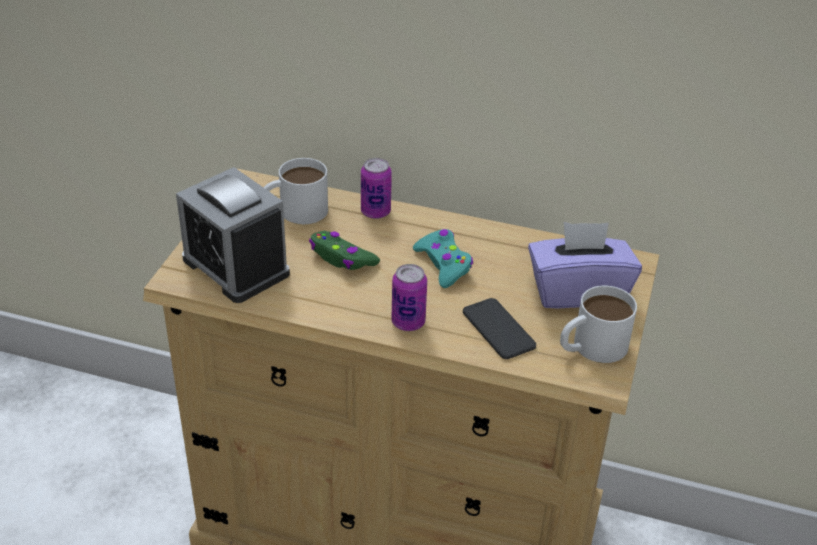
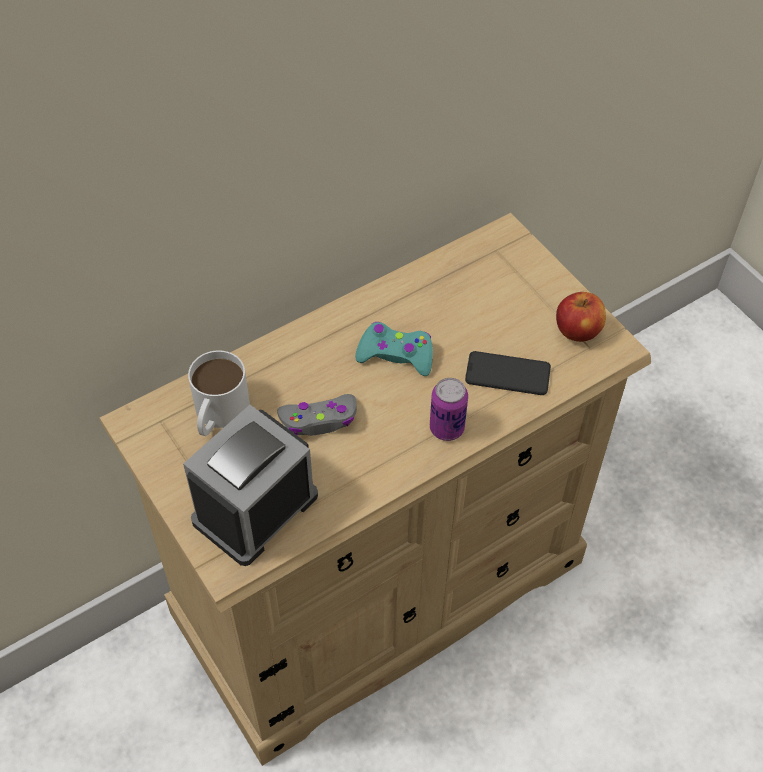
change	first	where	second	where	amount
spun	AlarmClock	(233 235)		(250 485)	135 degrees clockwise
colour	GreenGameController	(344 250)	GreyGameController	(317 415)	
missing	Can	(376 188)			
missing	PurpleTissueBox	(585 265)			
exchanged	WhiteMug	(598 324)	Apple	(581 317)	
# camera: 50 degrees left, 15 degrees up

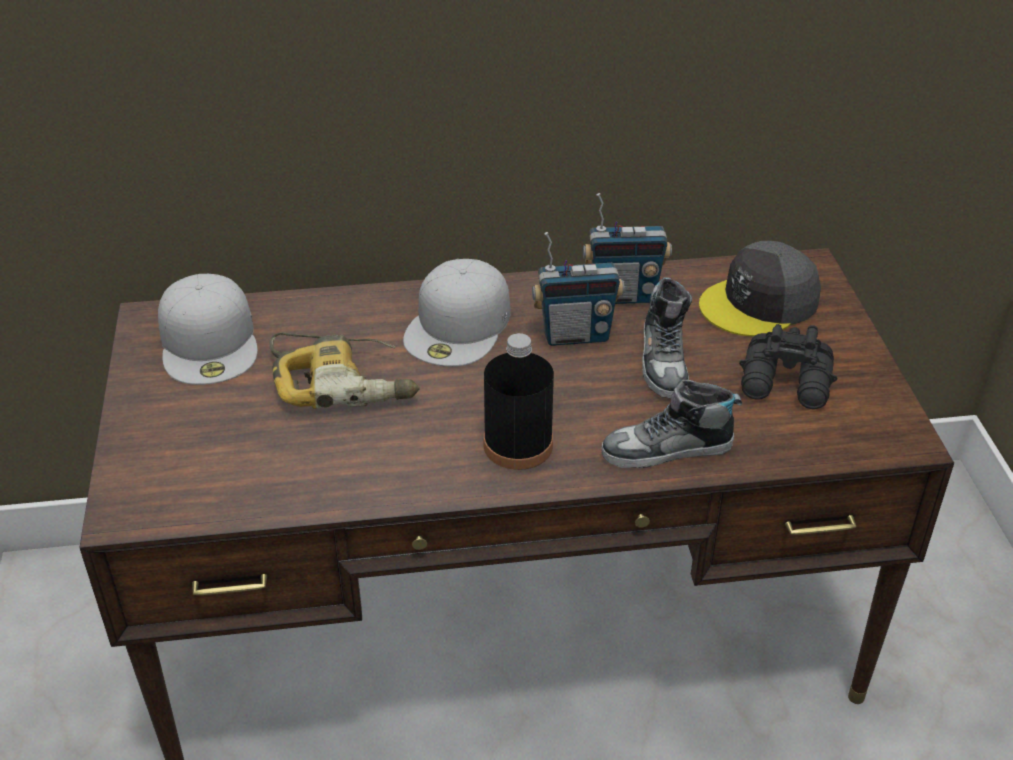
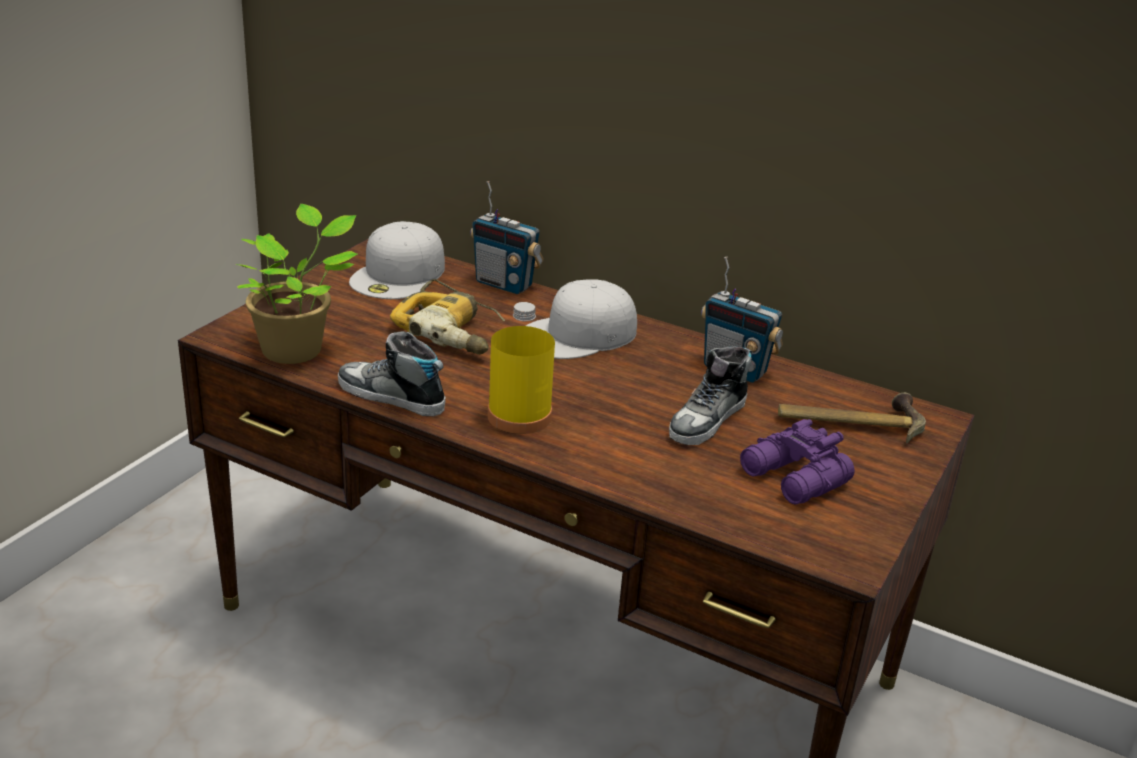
change	first	where	second	where	amount
colour	BlackBottle	(519 401)	YellowBottle	(521 368)	
relocated	Radio	(578 289)		(507 237)	
relocated	Shoe	(671 423)		(391 373)	
exchanged	GreyCap	(760 289)	Hammer	(852 417)	
colour	BlackBinoculars	(788 366)	PurpleBinoculars	(797 461)	
appeared			PottedPlant	(296 284)	
# camera: 35 degrees right, 10 degrees down

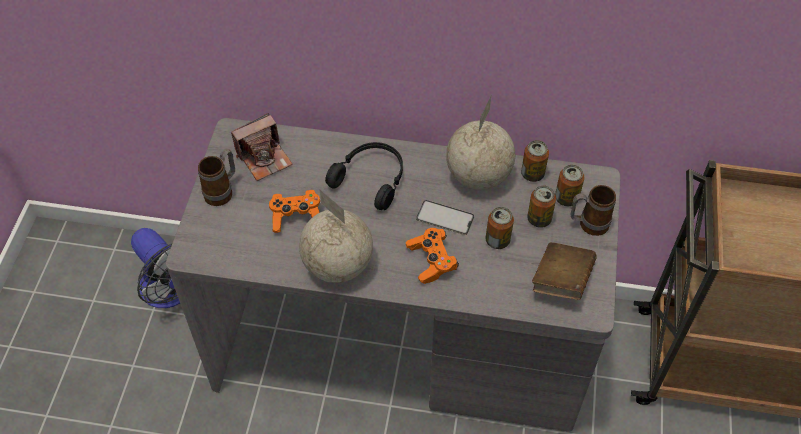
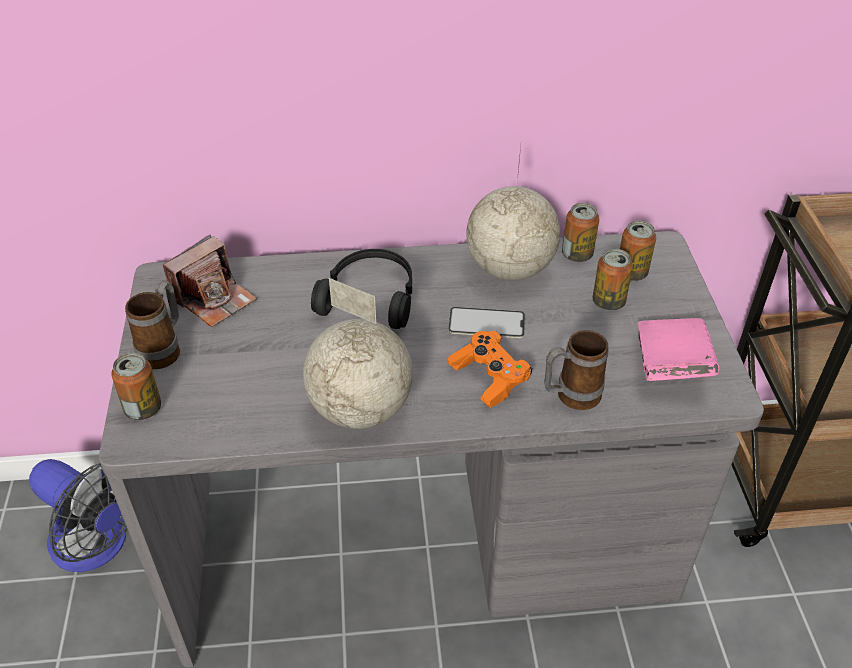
change	first	where	second	where	amount
missing	OrangeGameController	(294 211)			
relocated	Can	(499 228)		(136 386)	
colour	BrownBook	(564 271)	PinkBook	(678 349)	
relocated	Mug	(593 210)		(576 370)	
# camera: 15 degrees left, 10 degrees down

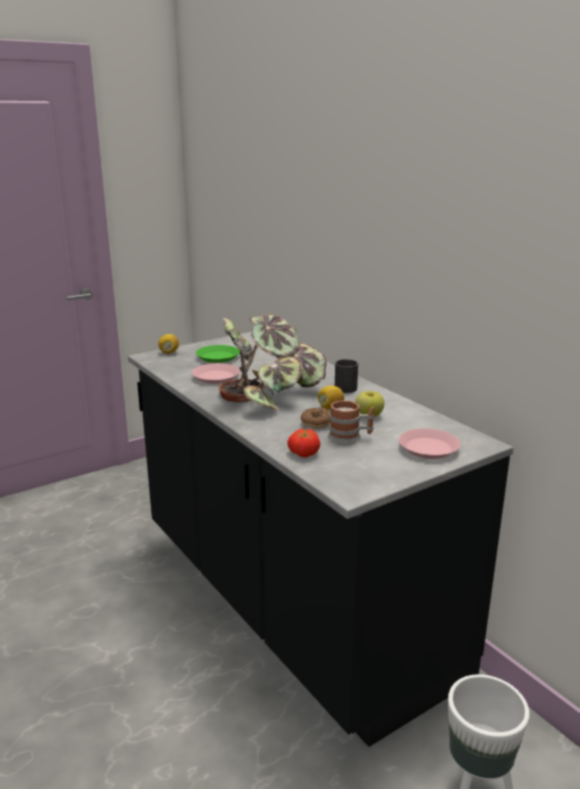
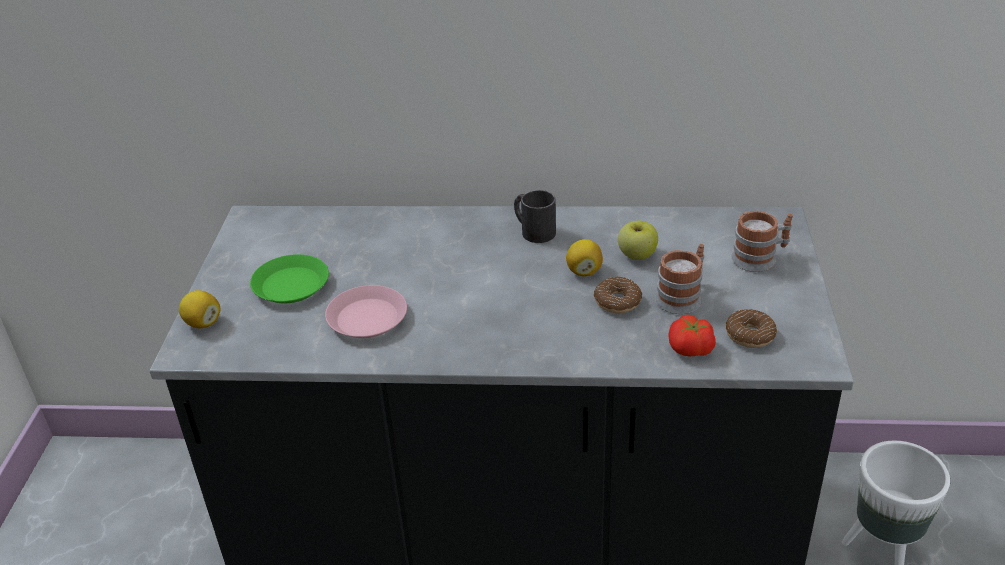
change	first	where	second	where	amount
missing	PottedPlant	(272 362)			
exchanged	PinkPlate	(429 443)	Mug	(762 241)	
appeared			Donut	(751 328)	
# camera: 50 degrees left, 15 degrees up

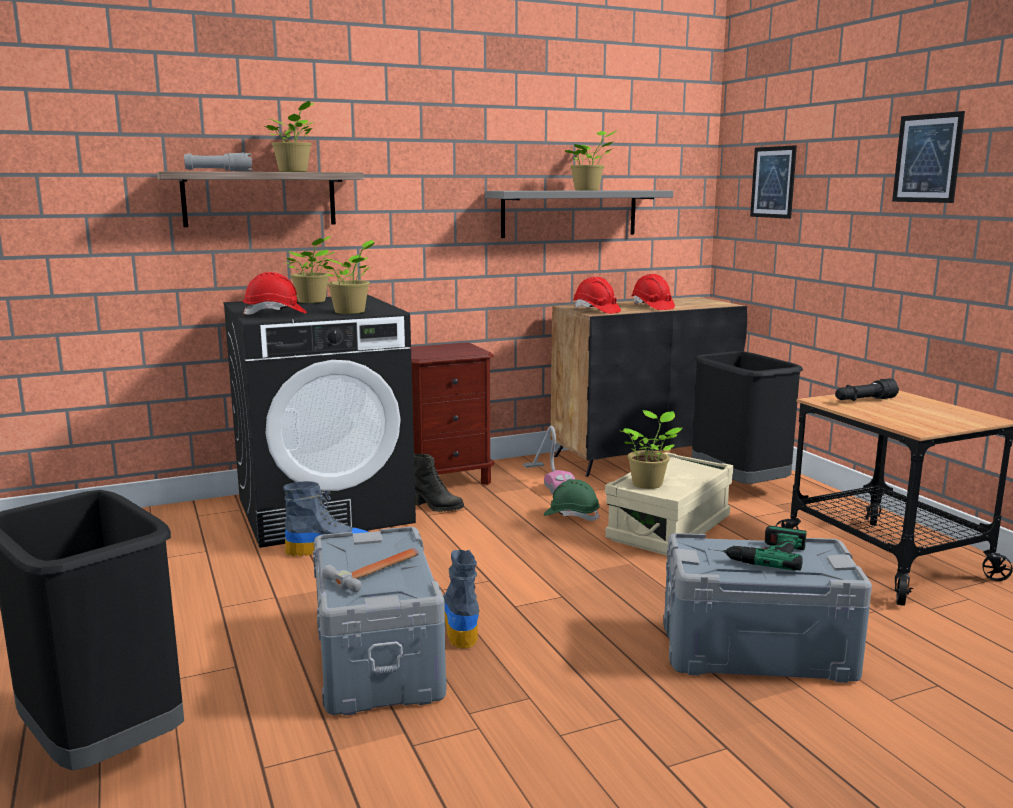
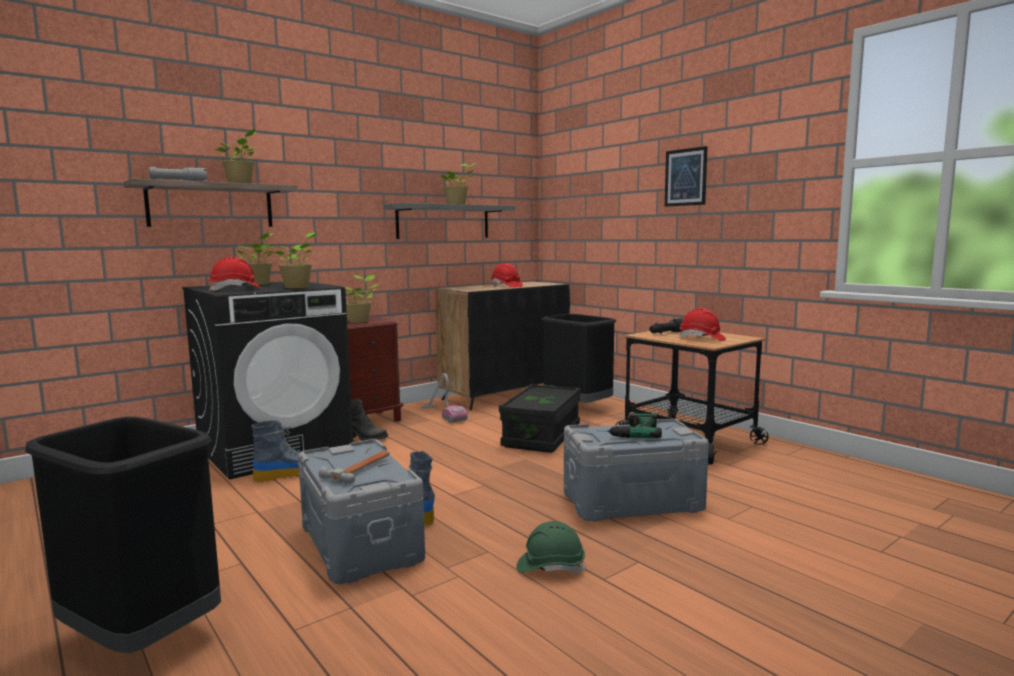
change	first	where	second	where	amount
relocated	GreenHardHat	(572 500)		(551 547)	
relocated	RedHardHat	(597 295)		(702 324)	
colour	BeigeStorageBox	(669 504)	BlackStorageBox	(539 418)	
relocated	PottedPlant	(651 449)		(361 299)	
missing	Picture	(773 182)			
# camera: 15 degrees left, 5 degrees down

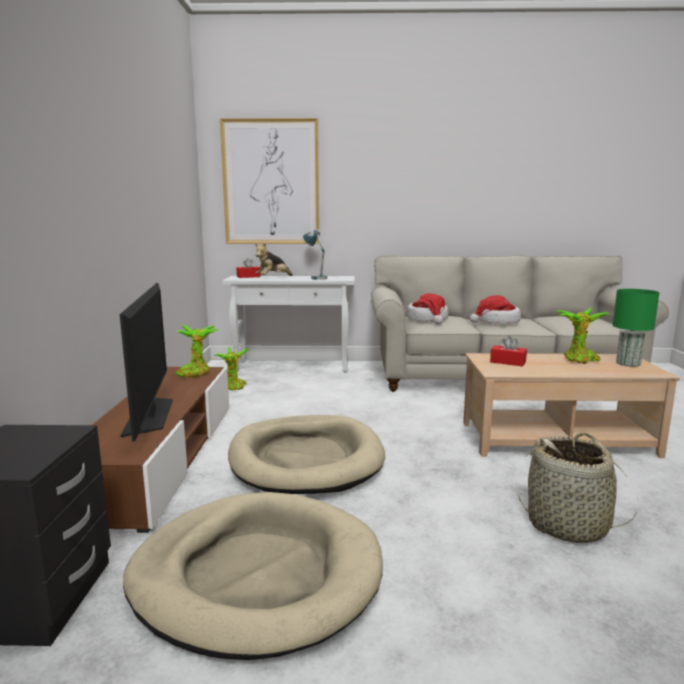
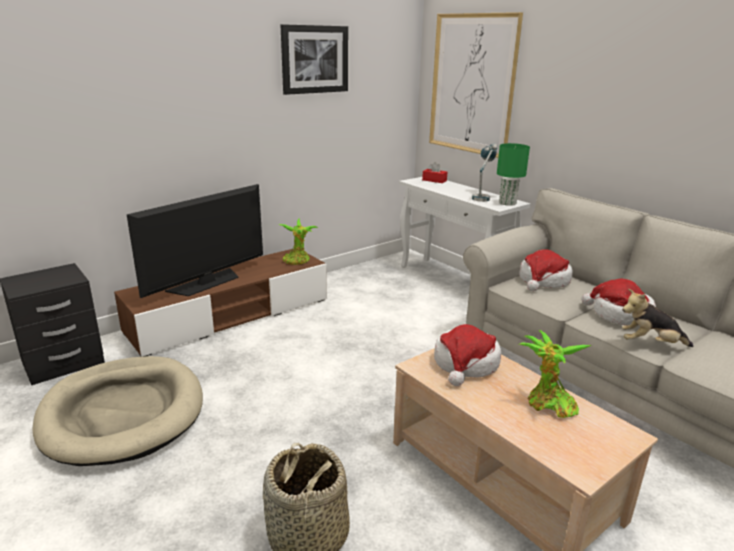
change	first	where	second	where	amount
missing	PottedPlant	(232 368)			
missing	BeigeDogBed	(306 454)			
relocated	PlushToy	(274 259)		(657 318)	
exchanged	RedTissueBox	(508 351)	Hat	(467 355)	
relocated	GreenTableLamp	(636 328)		(513 174)	
appeared			Picture	(314 59)	
# camera: 50 degrees right, 10 degrees up

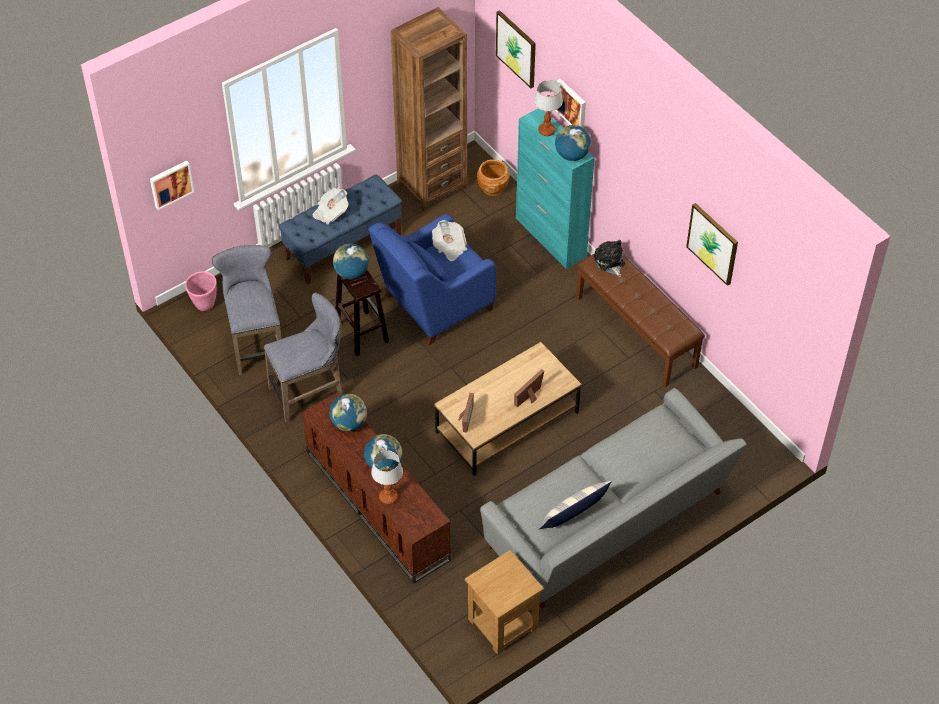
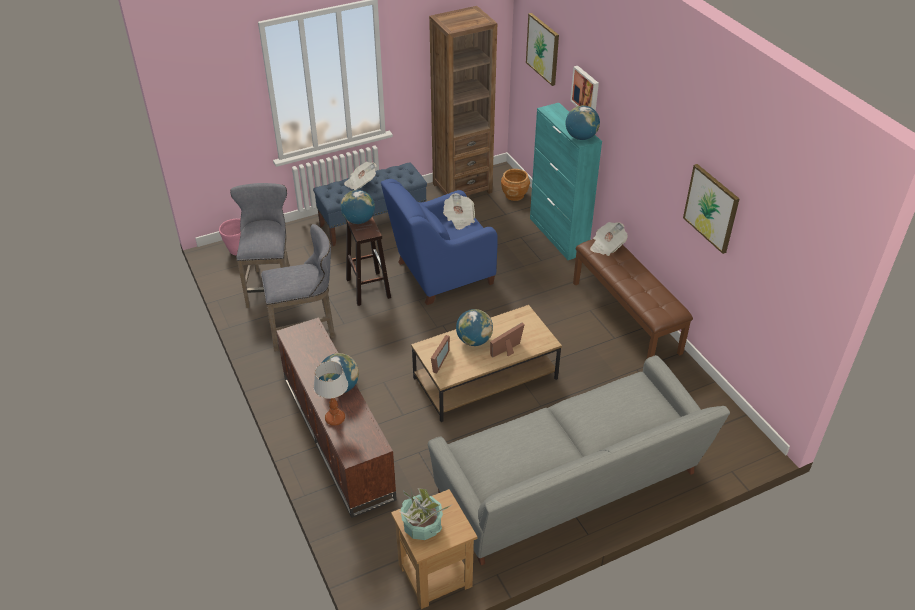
change	first	where	second	where	amount
missing	Picture	(172 185)			
relocated	Globe	(348 412)		(474 327)	
missing	TableLamp	(548 108)			
missing	Pillow	(575 505)			
exchanged	PlushToy	(609 258)	Newspaper	(609 239)	
appeared			PottedPlant	(425 514)	
# camera: 10 degrees right, 10 degrees down

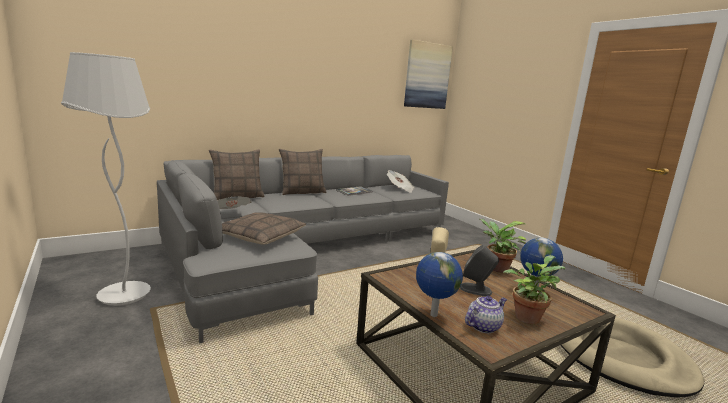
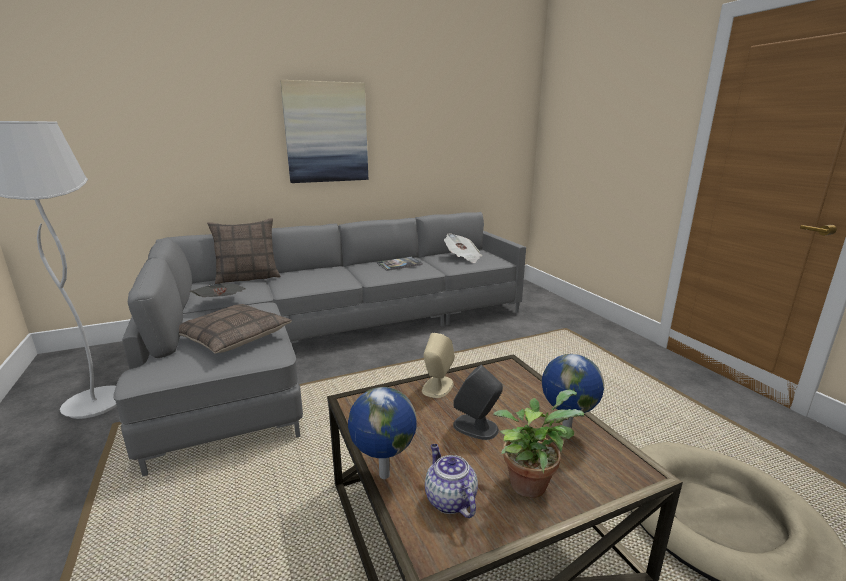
change	first	where	second	where	amount
missing	Pillow	(302 172)			
relocated	Picture	(428 74)		(324 131)	
spun	Teapot	(486 314)		(451 481)	90 degrees counterclockwise
missing	PottedPlant	(503 246)			
# camera: 10 degrees right, 5 degrees up

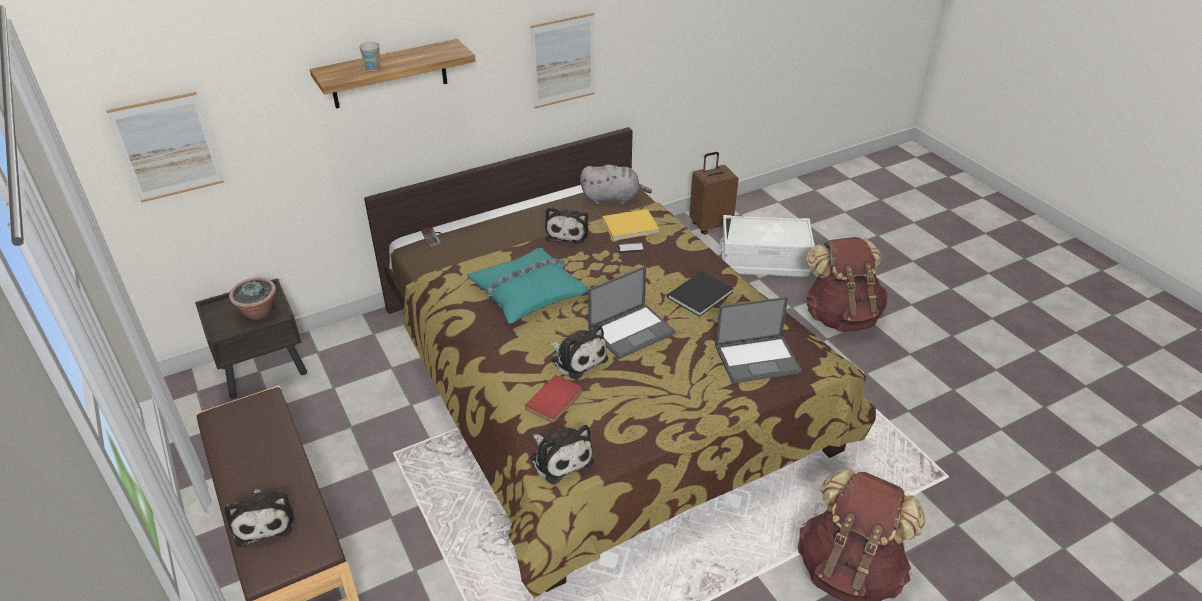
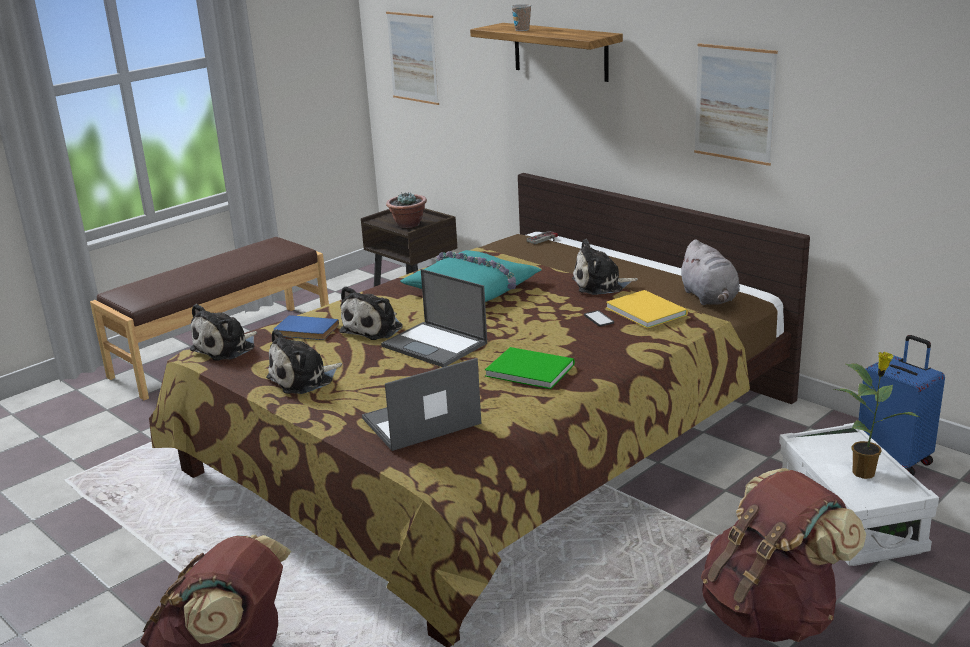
change	first	where	second	where	amount
relocated	PlushToy	(259 518)		(304 361)	
colour	RedBook	(553 399)	BlueBook	(306 327)	
colour	BlackBook	(700 294)	GreenBook	(530 368)	
colour	BrownSuitcase	(713 193)	BlueSuitcase	(901 405)	
spun	Laptop	(758 340)		(422 404)	90 degrees clockwise
appeared			PottedPlant	(876 415)	
# camera: 75 degrees right, 15 degrees down

